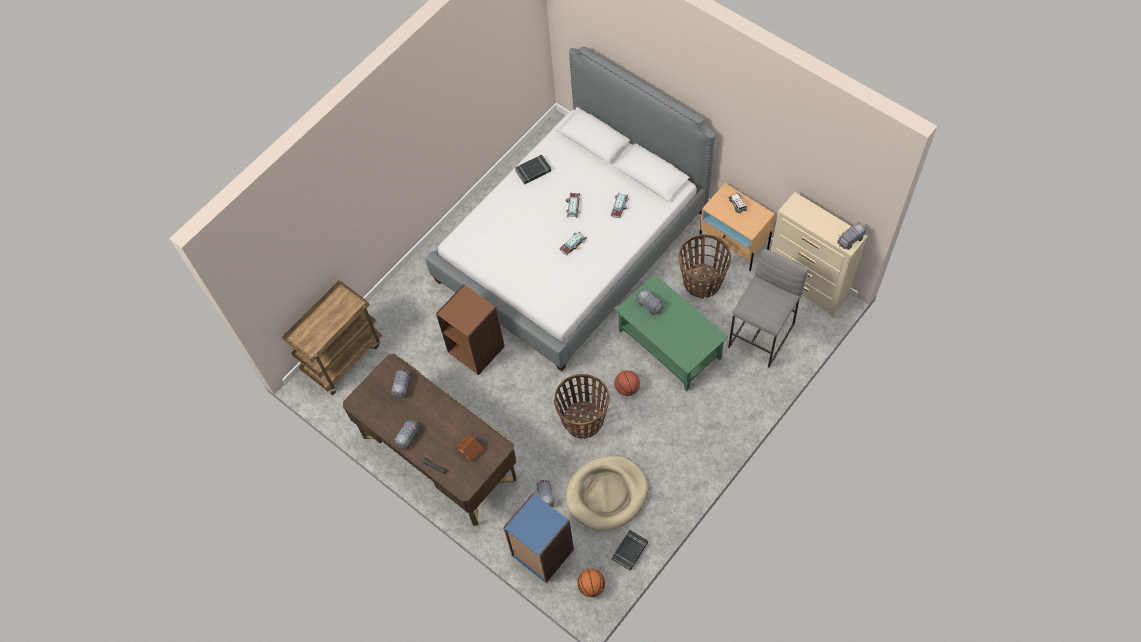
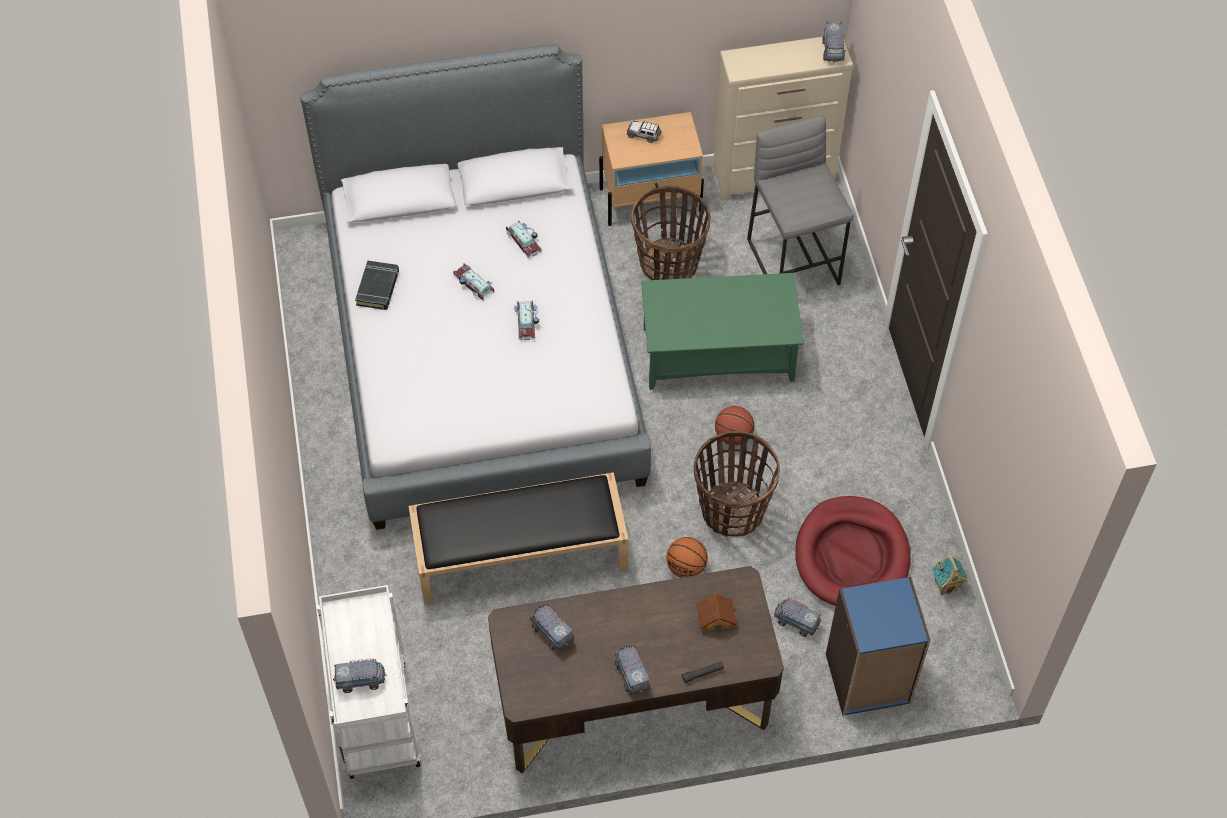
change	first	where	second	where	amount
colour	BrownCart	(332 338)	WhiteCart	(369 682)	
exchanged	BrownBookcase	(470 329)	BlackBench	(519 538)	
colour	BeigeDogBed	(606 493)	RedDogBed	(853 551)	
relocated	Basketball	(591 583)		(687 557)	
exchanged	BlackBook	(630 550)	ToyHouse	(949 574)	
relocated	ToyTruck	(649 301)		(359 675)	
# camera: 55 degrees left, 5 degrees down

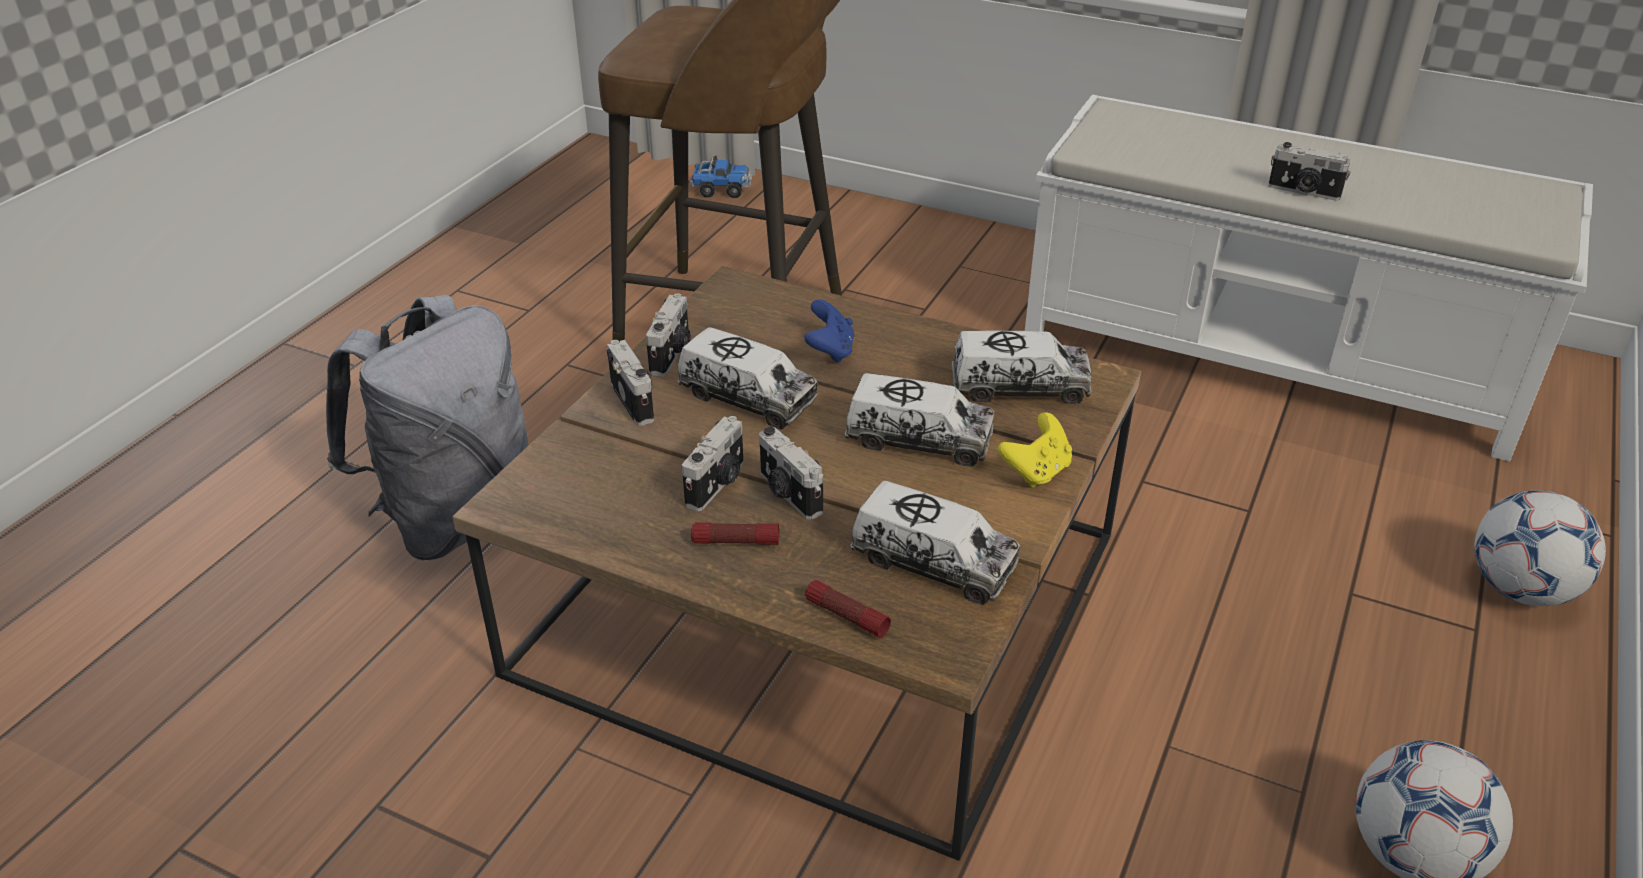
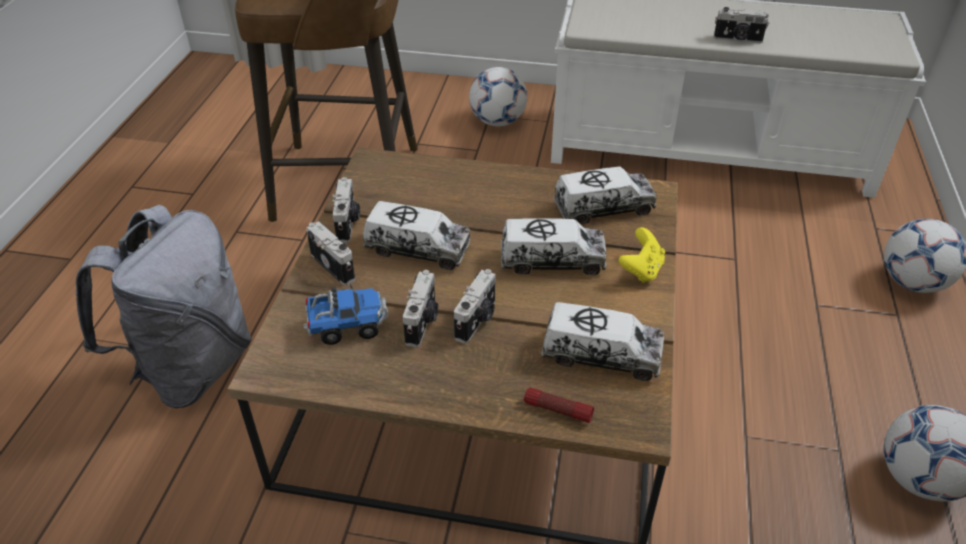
change	first	where	second	where	amount
relocated	ToyTruck	(720 177)		(345 314)	
missing	Flashlight	(735 533)			
spun	PhotoCamera	(791 473)		(475 306)	105 degrees counterclockwise
missing	BlueGameController	(829 331)			
appeared			Football	(498 96)	
# camera: 15 degrees left, 5 degrees up

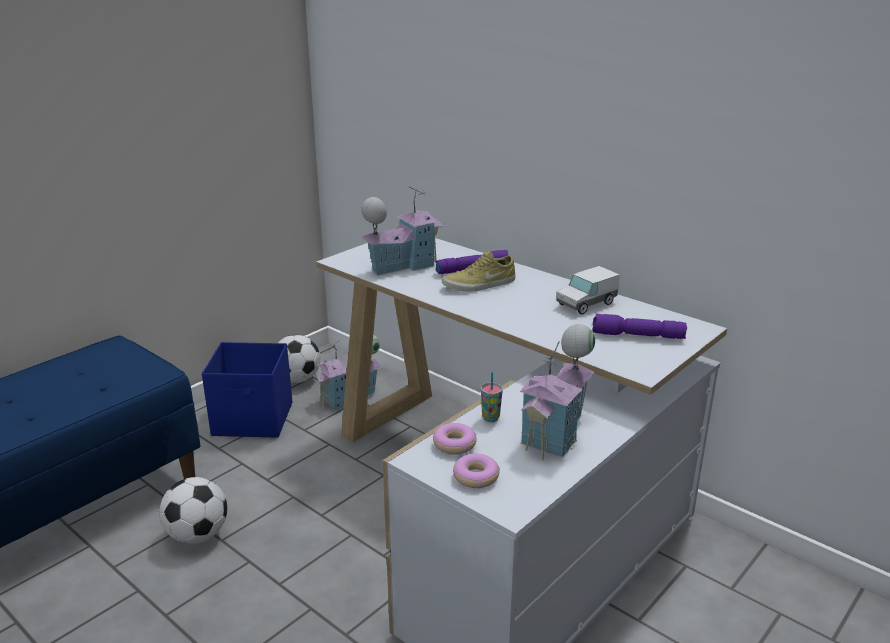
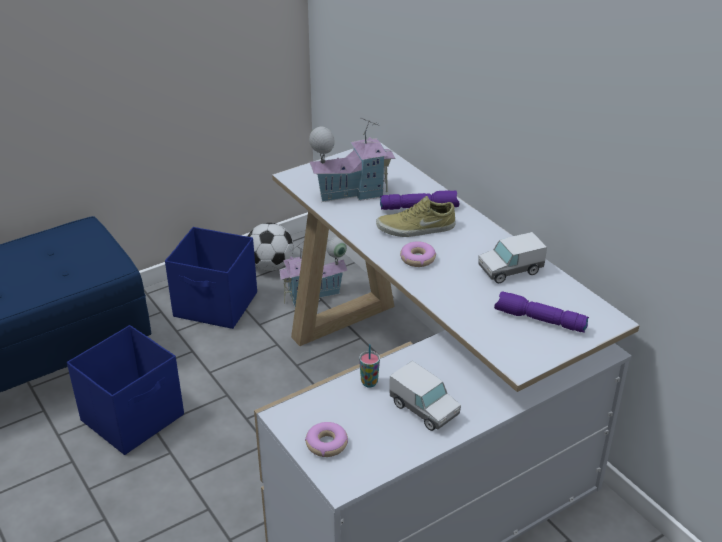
change	first	where	second	where	amount
exchanged	Football	(193 510)	BlueStorageBox	(125 390)	
relocated	Donut	(455 438)		(418 254)	
exchanged	ToyHouse	(557 392)	ToyTruck	(425 396)	
# camera: 15 degrees right, 10 degrees up

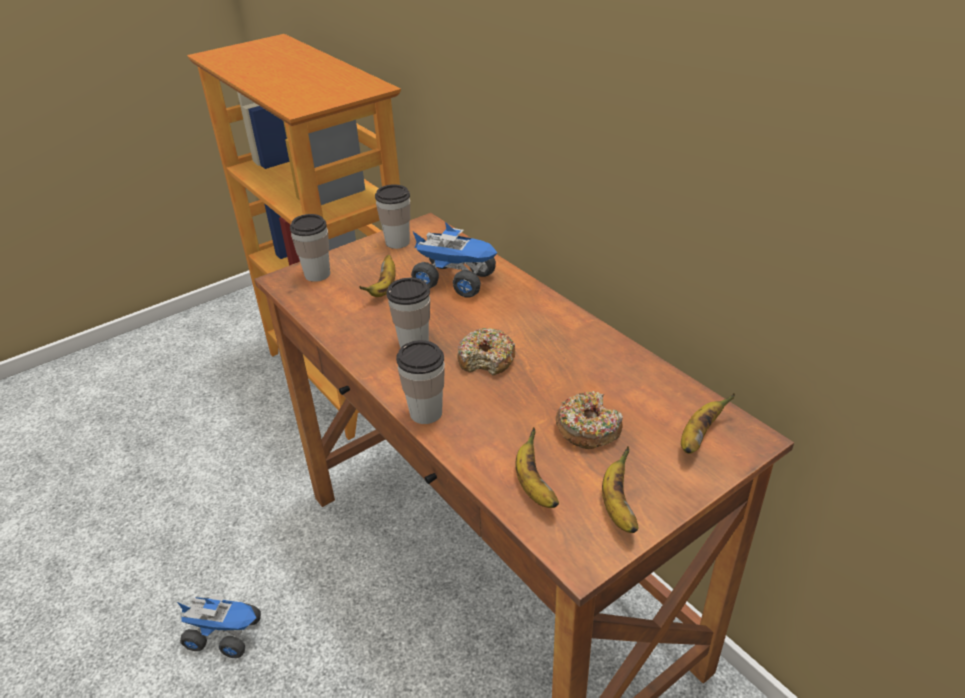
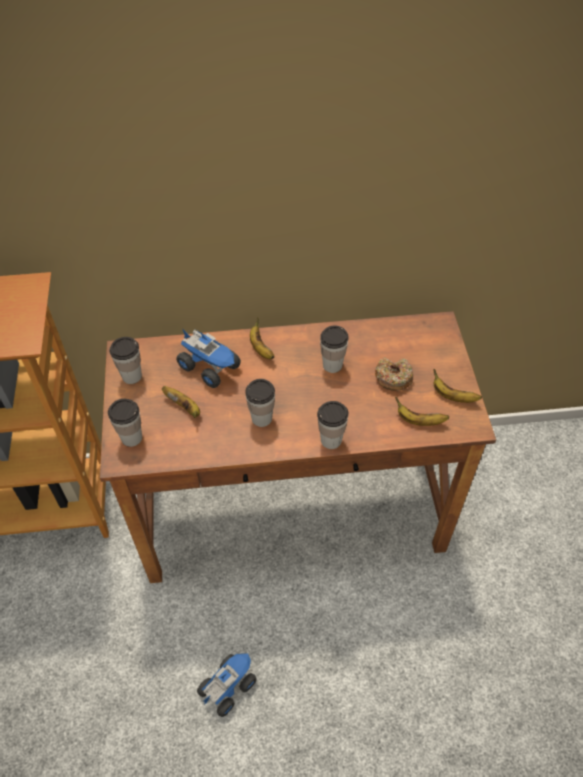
change	first	where	second	where	amount
spun	ToyTruck	(454 260)		(208 358)	75 degrees clockwise
missing	Donut	(486 351)			
relocated	Banana	(708 423)		(262 338)	
appeared			Cup	(334 349)	
# camera: 60 degrees left, 15 degrees up

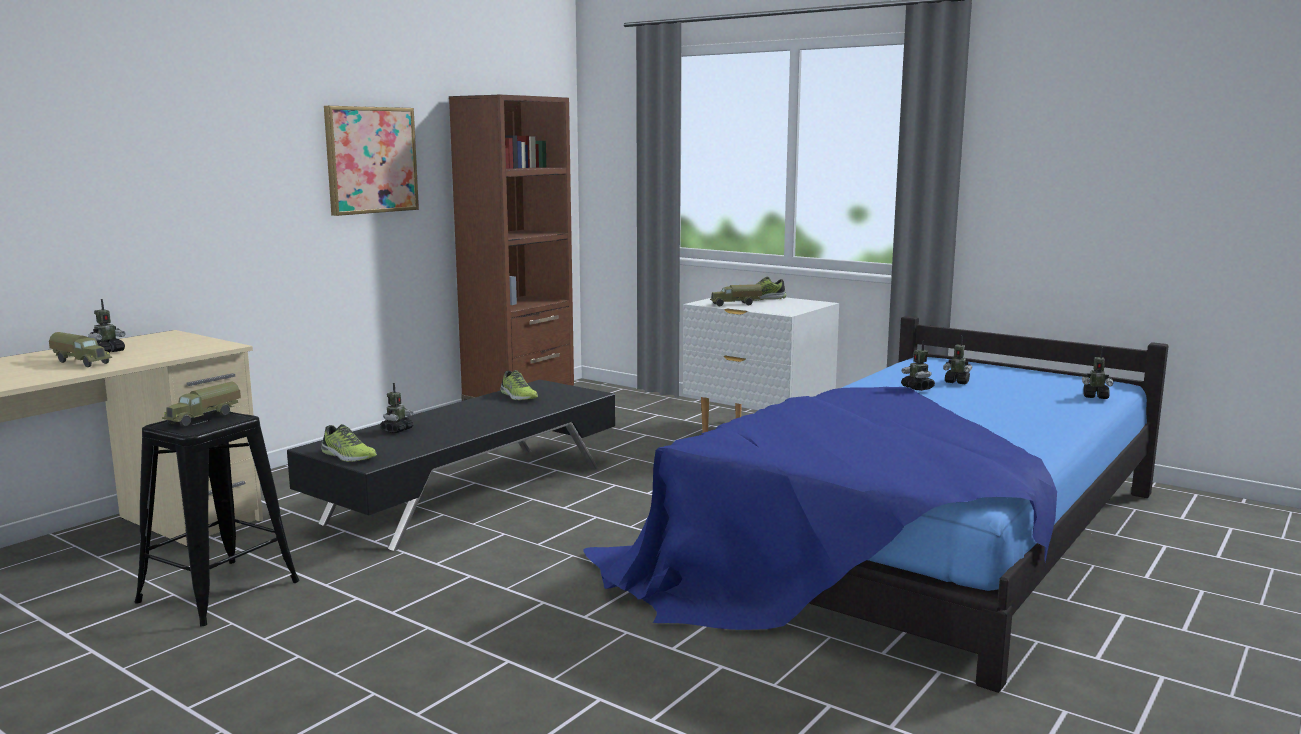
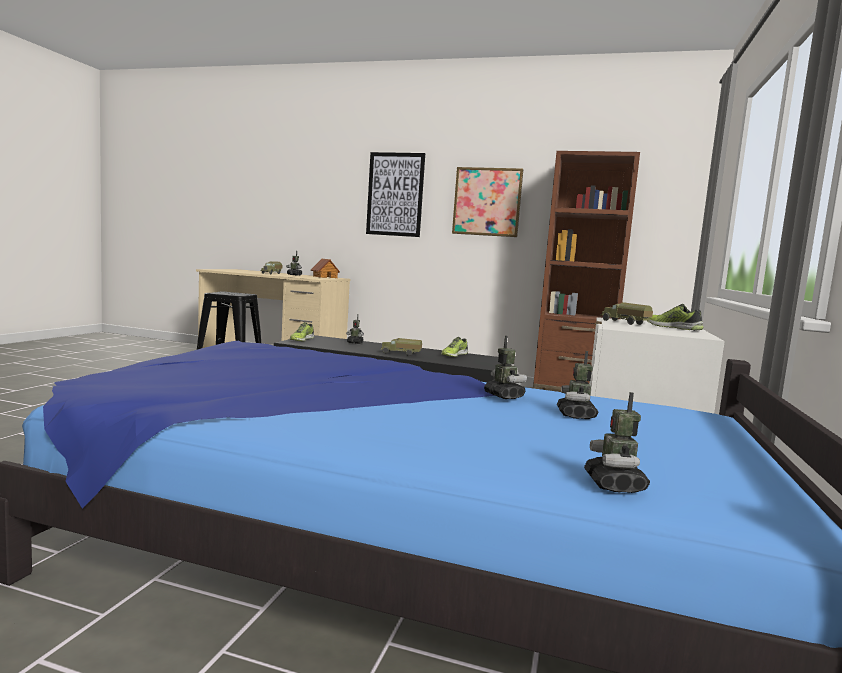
change	first	where	second	where	amount
relocated	ToyTruck	(201 404)		(401 347)	
spun	ToyRobot	(918 365)		(505 367)	105 degrees clockwise
appeared			ToyHouse	(325 268)	
appeared			Picture	(395 194)	
# camera: 70 degrees right, 5 degrees down

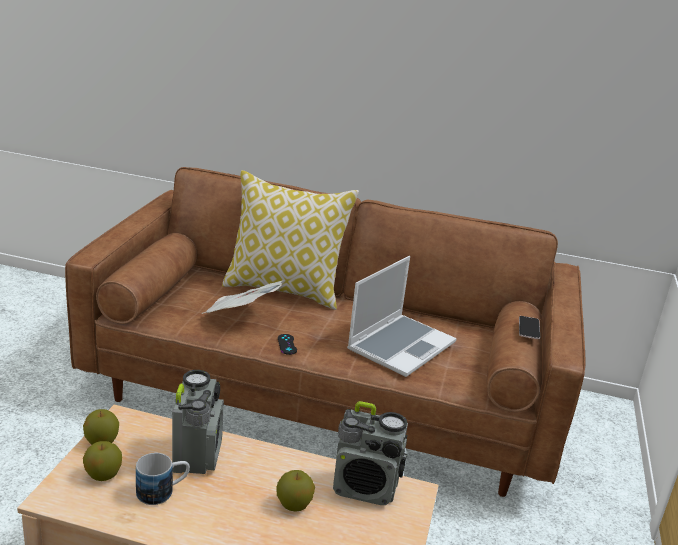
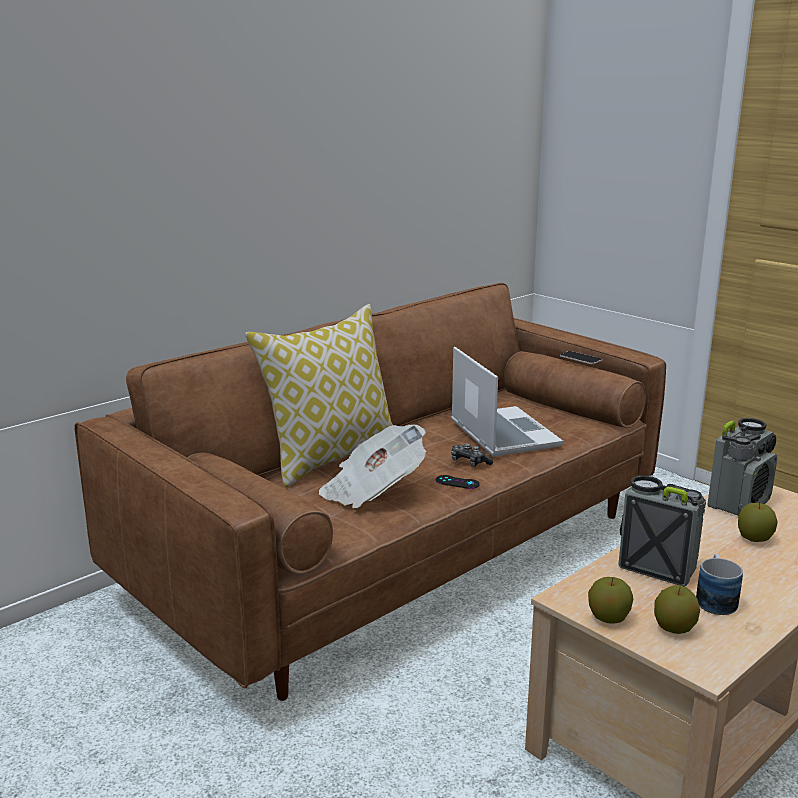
change	first	where	second	where	amount
appeared			GameController	(472 455)	
# camera: 55 degrees left, 5 degrees down

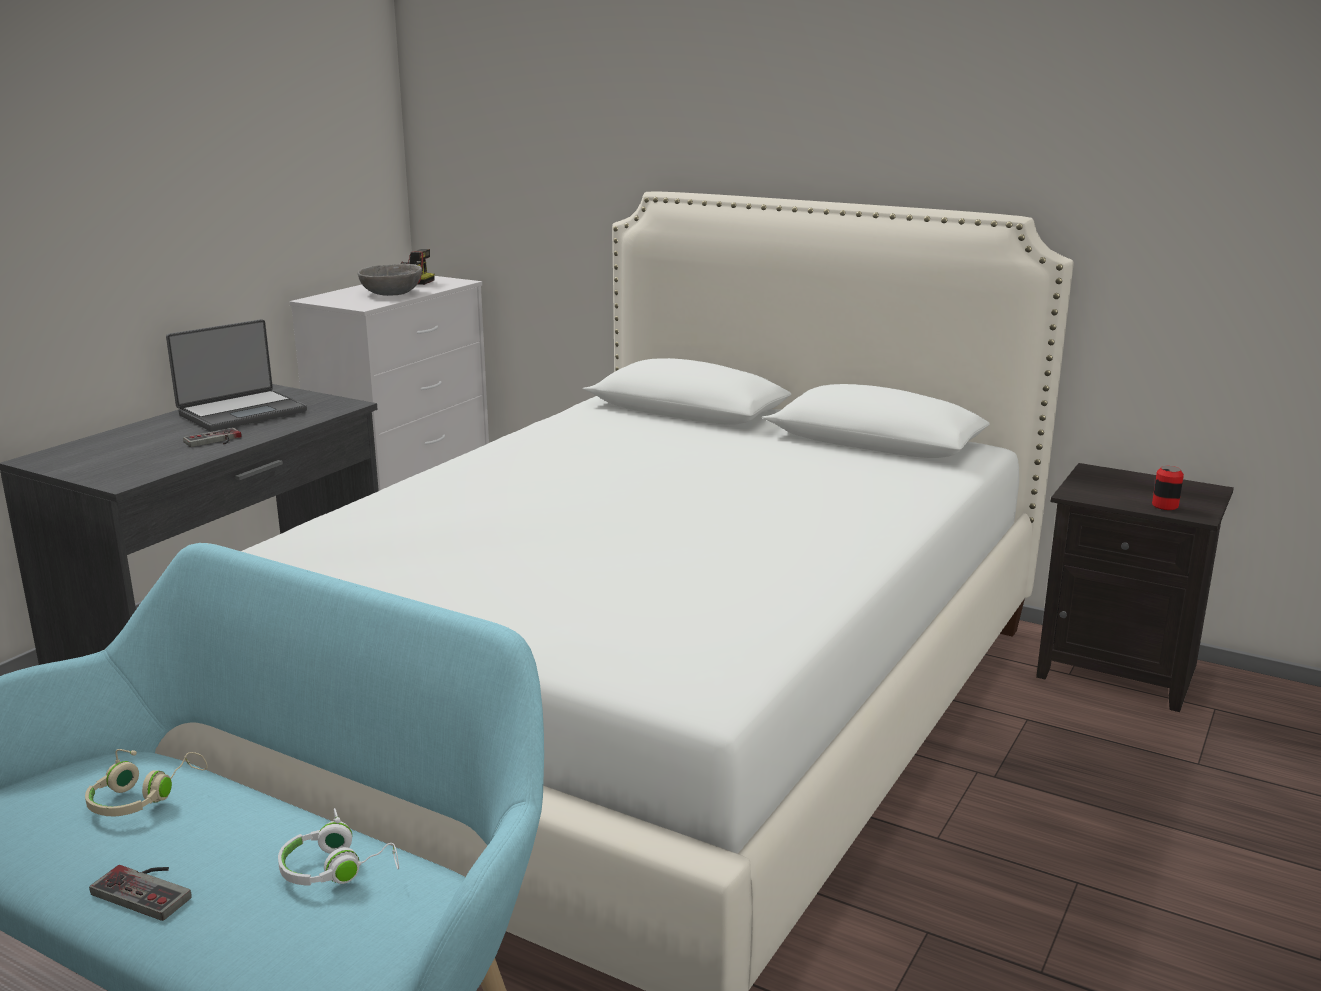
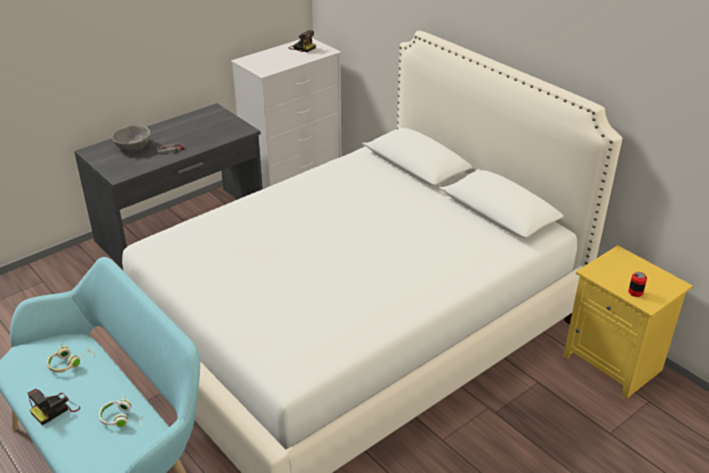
change	first	where	second	where	amount
exchanged	GameController	(140 893)	PhotoCamera	(54 407)	
missing	Laptop	(236 375)			
relocated	GreyBowl	(390 280)		(131 138)	
colour	BlackNightstand	(1135 587)	YellowNightstand	(628 322)	
# camera: 20 degrees right, 15 degrees up

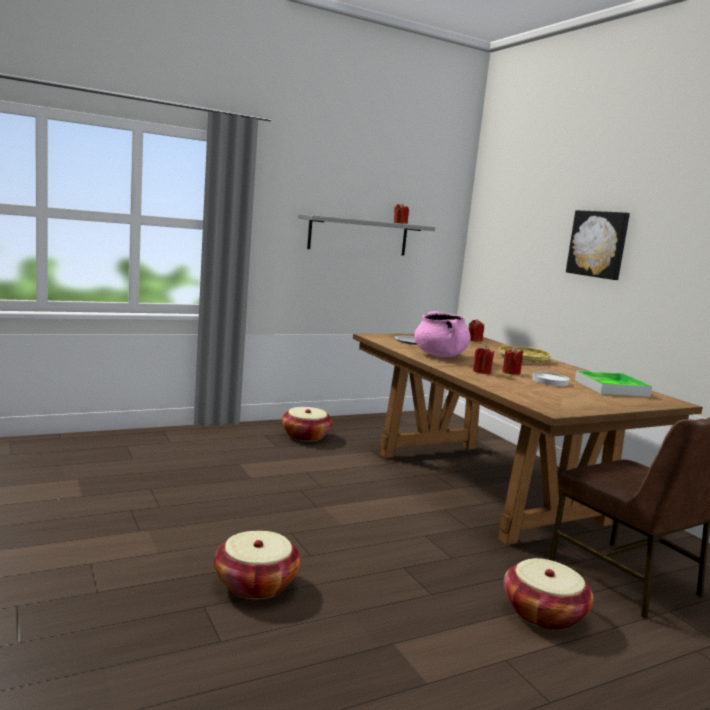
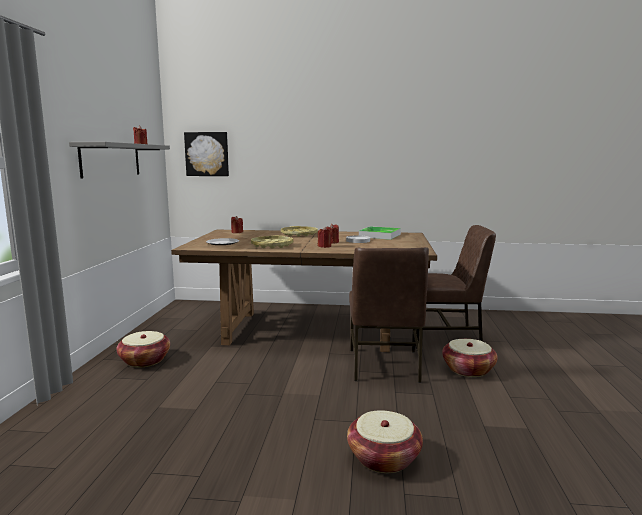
change	first	where	second	where	amount
exchanged	PinkCookingPot	(442 334)	YellowTray	(272 242)	
relocated	Picture	(598 245)		(206 154)	
appeared			BrownChair	(389 315)	
# camera: 55 degrees left, 0 degrees up

